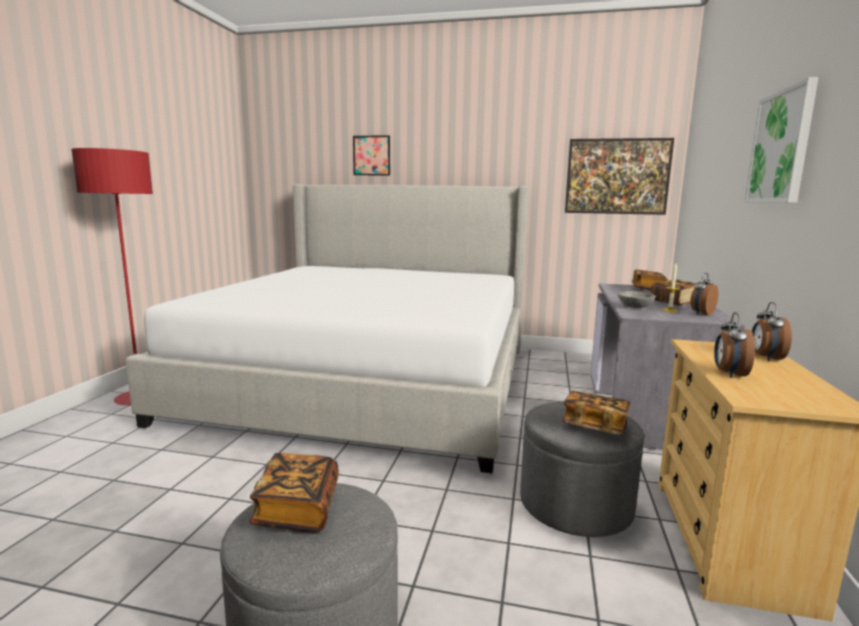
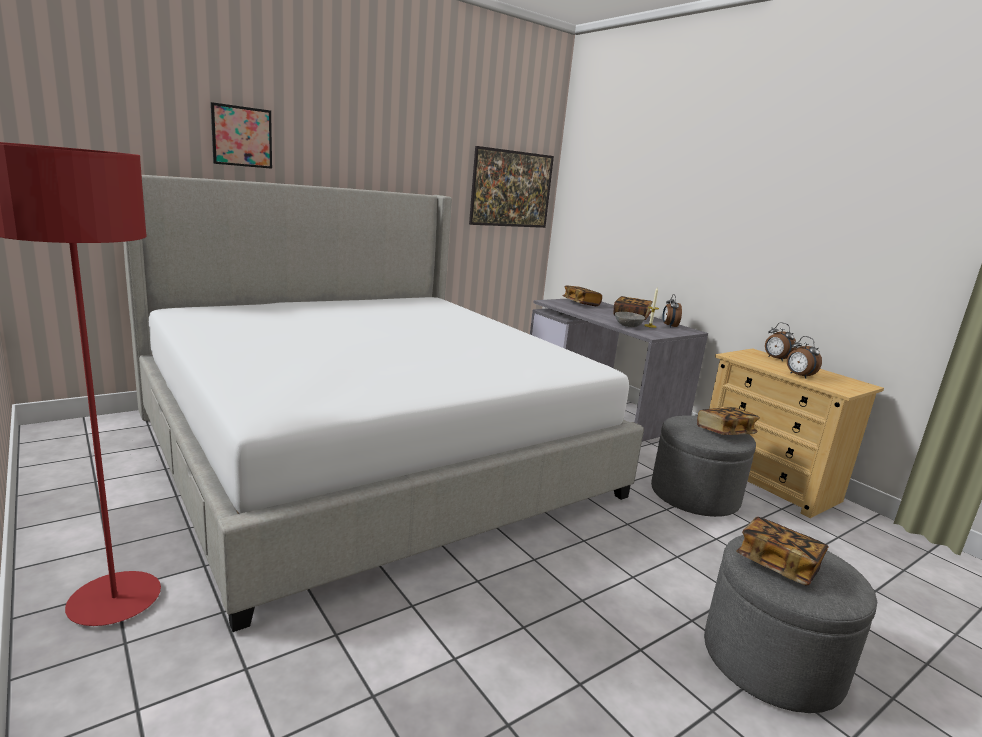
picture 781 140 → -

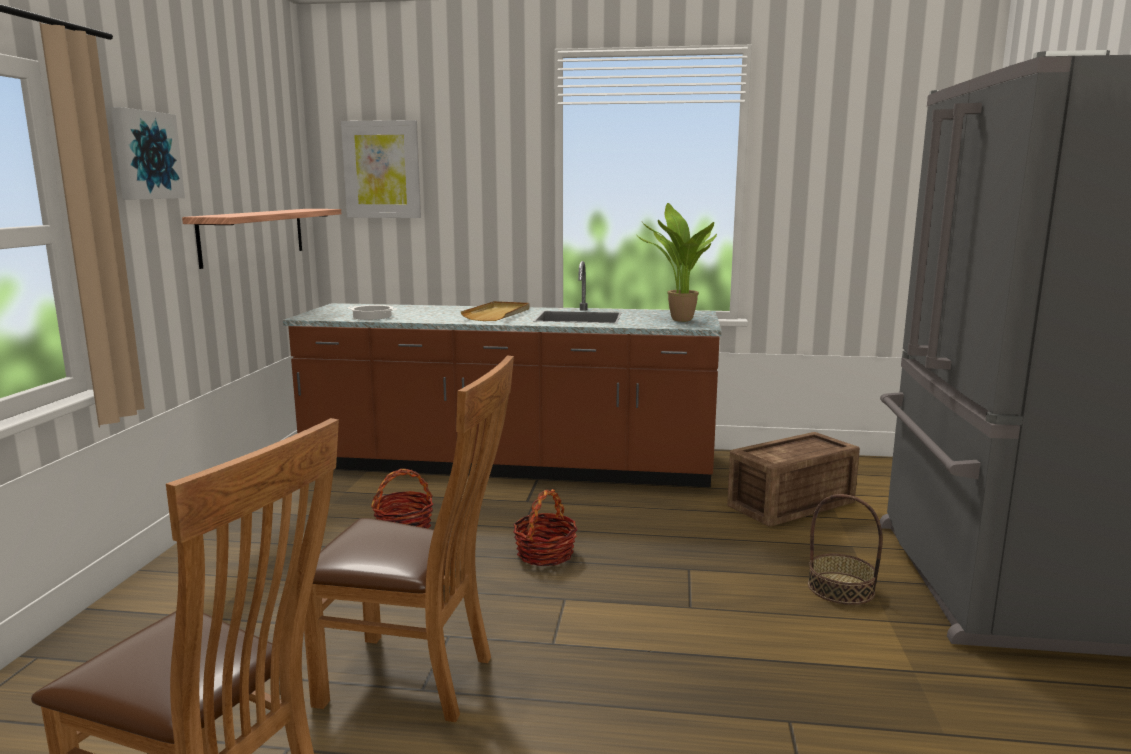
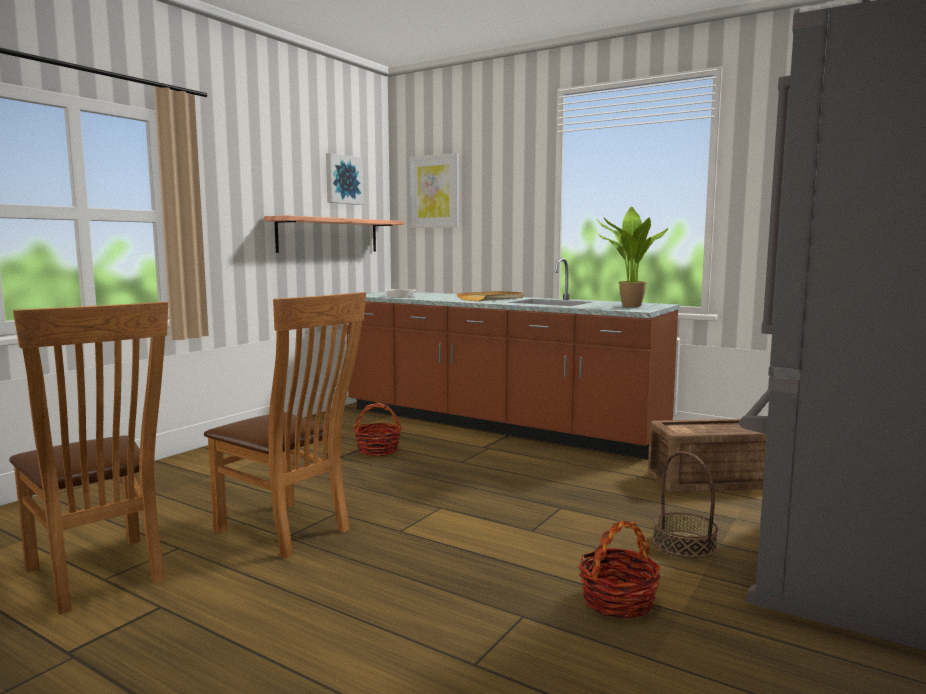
picture 148 153 → picture 344 179, move
basket 545 527 → basket 619 570, move

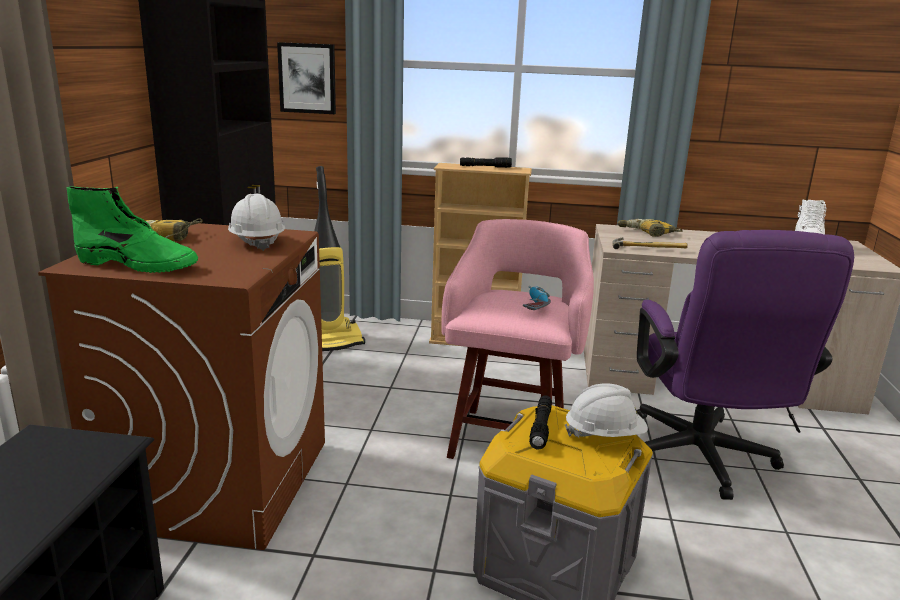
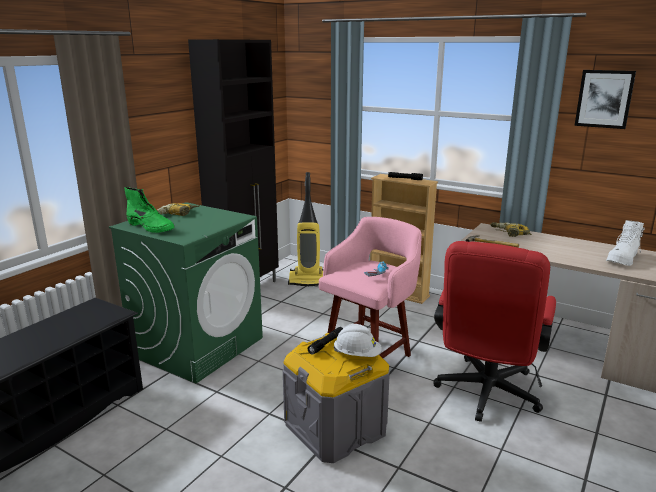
picture 306 78 → picture 605 99, move
white hard hat 256 222 → -
brown washing machine 181 386 → green washing machine 186 292
purple office chair 745 365 → red office chair 495 331

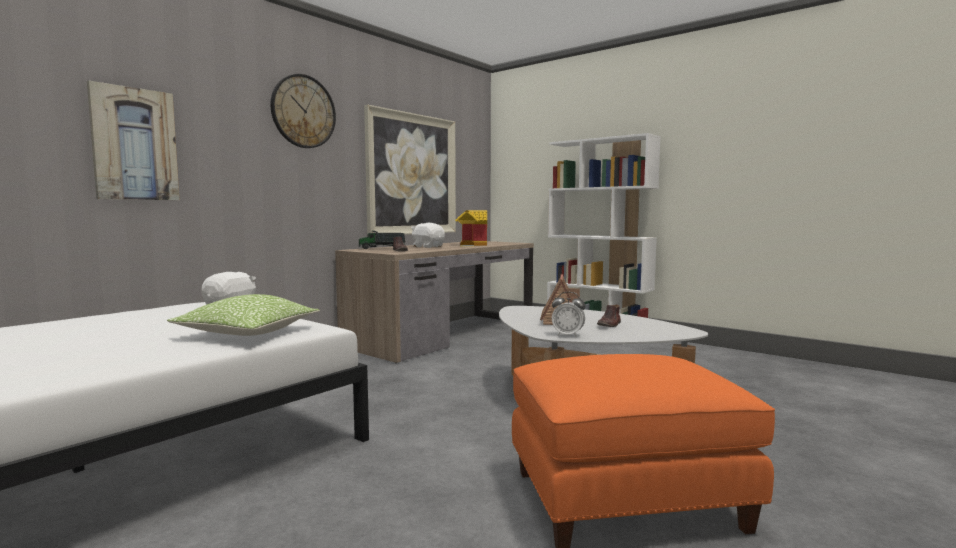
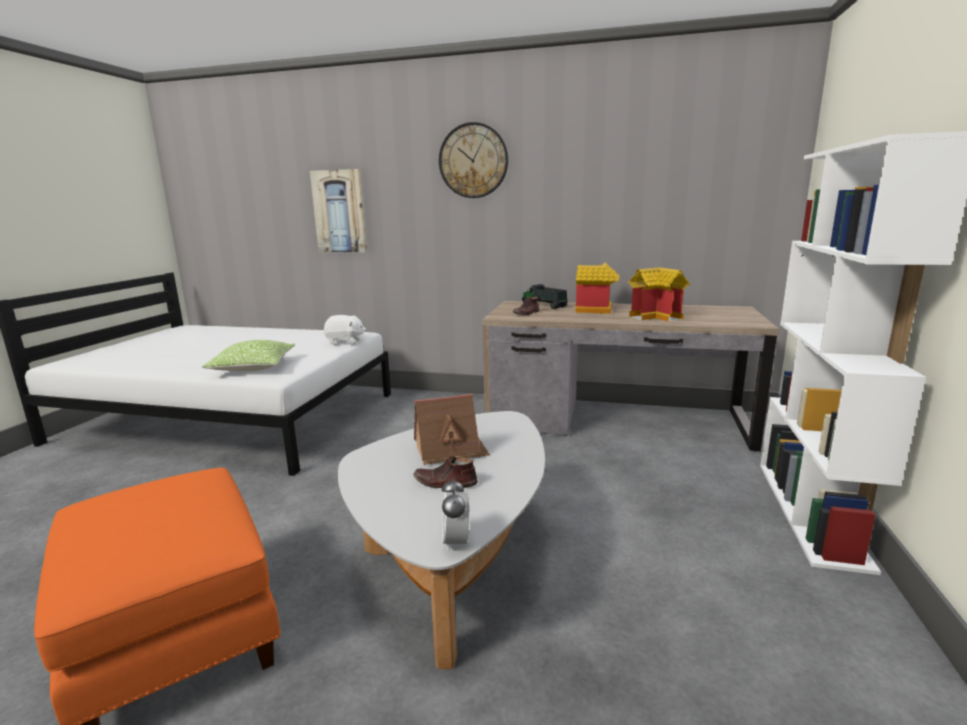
picture 410 170 → -
white plush toy 428 235 → toy house 597 288
alarm clock 568 314 → alarm clock 455 514, move

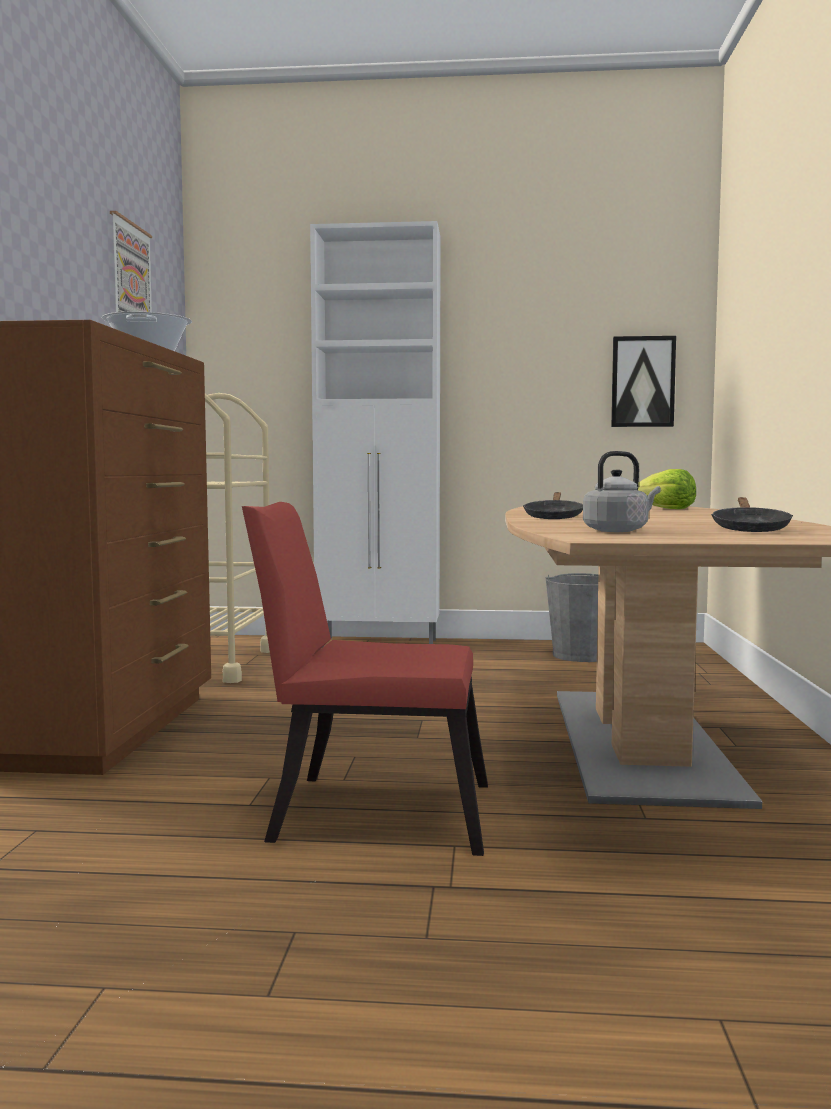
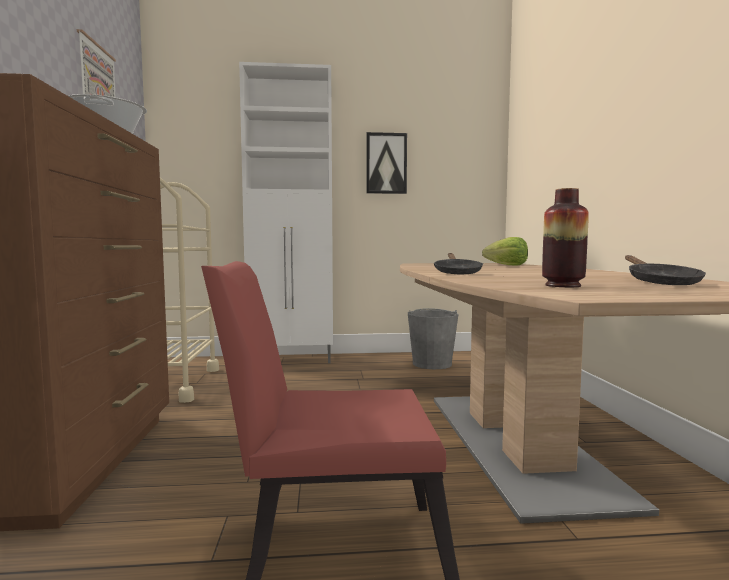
picture 643 381 → picture 386 163, move
grey kettle 622 491 → vase 565 237

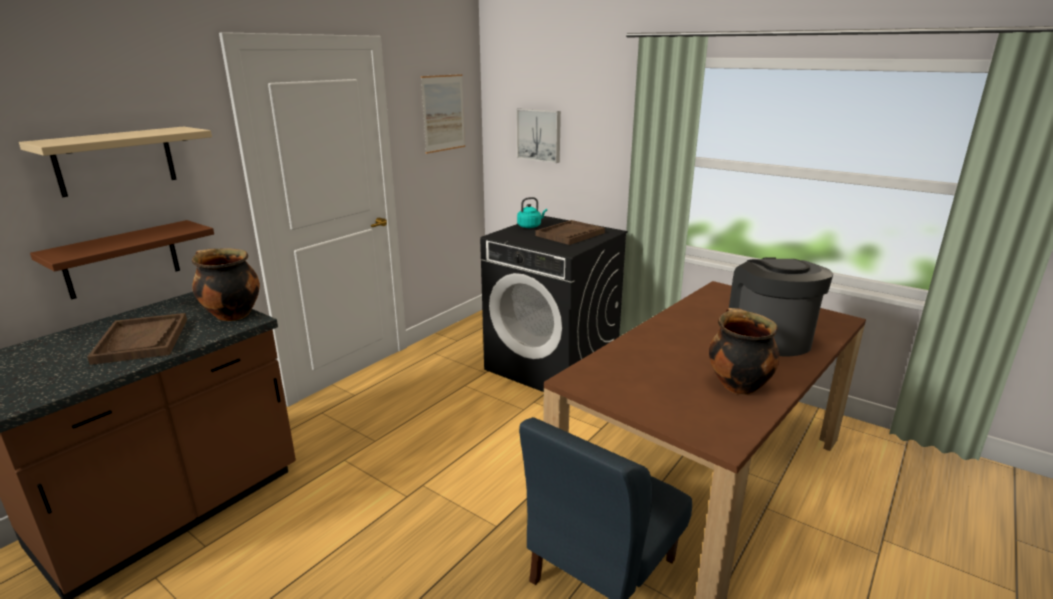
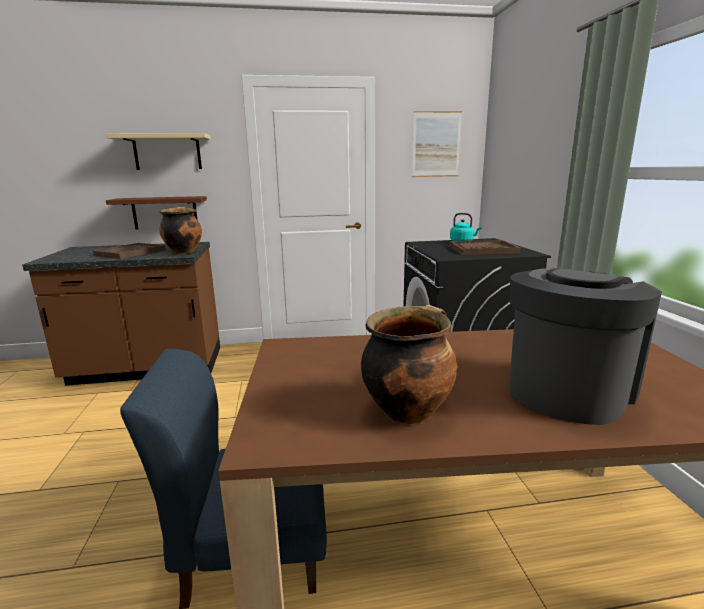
picture 539 136 → -

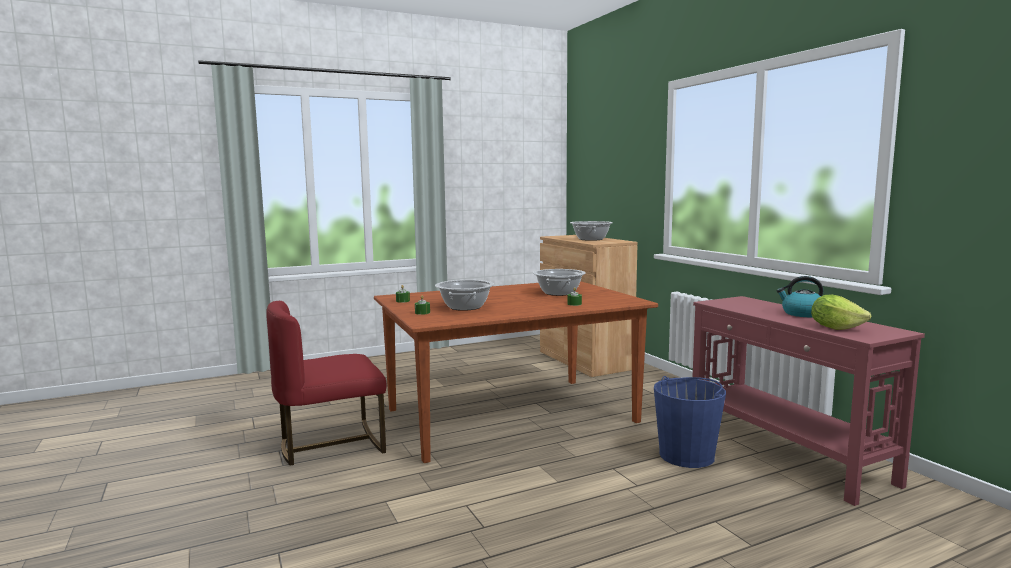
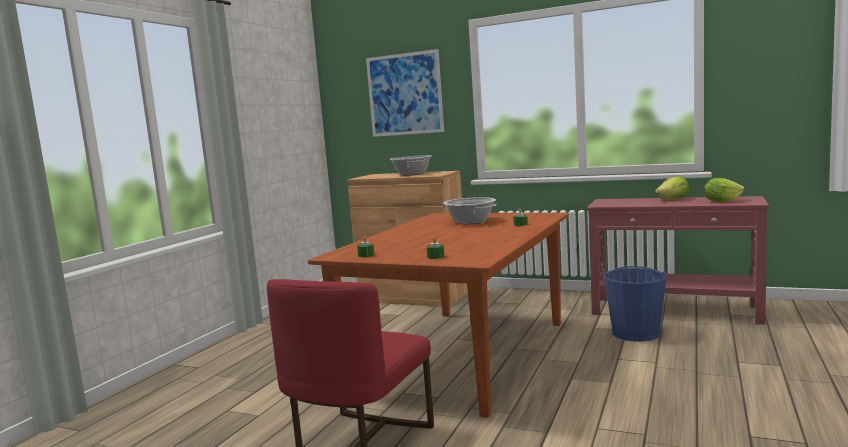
kettle 800 296 → lettuce 672 188
cooking pot 464 295 → -
- → picture 405 93

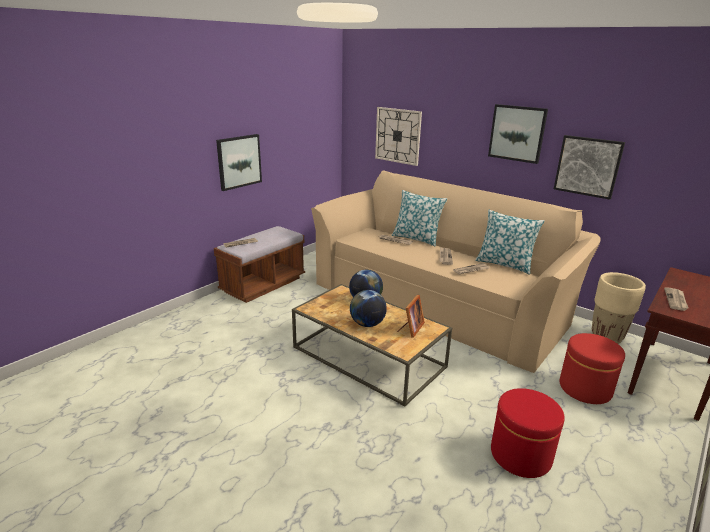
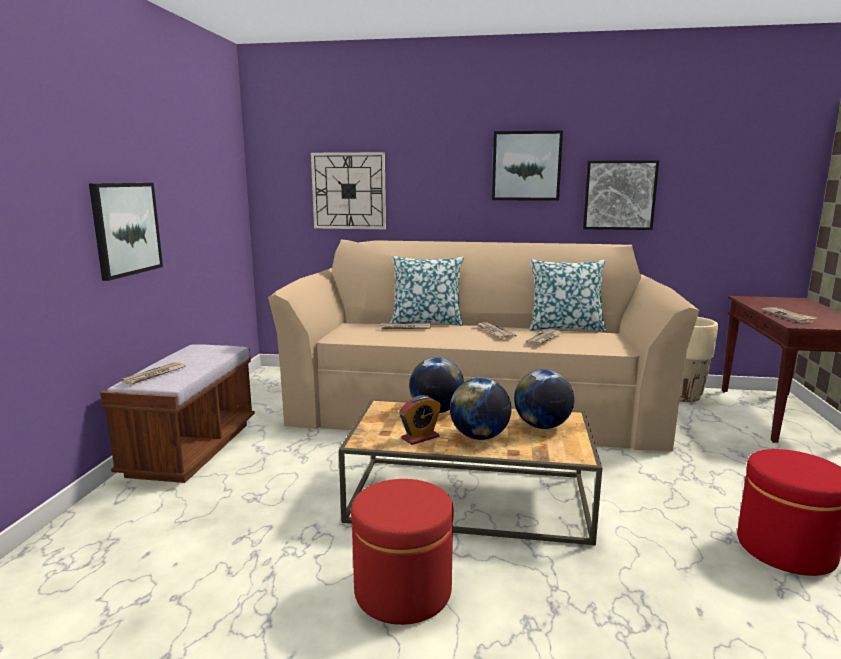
picture frame 411 316 → globe 544 399
red ottoman 592 368 → red ottoman 402 552, move
- → alarm clock 420 420

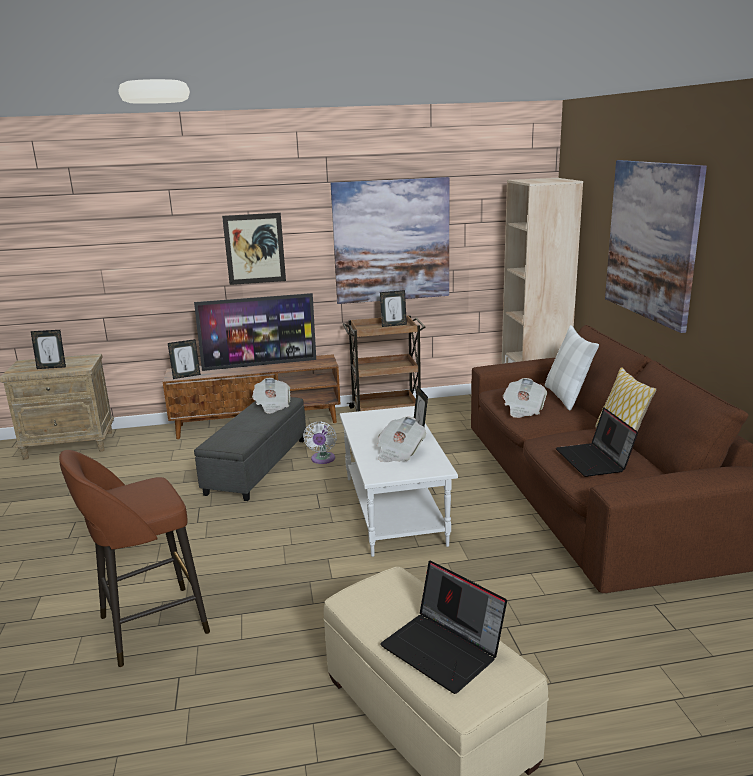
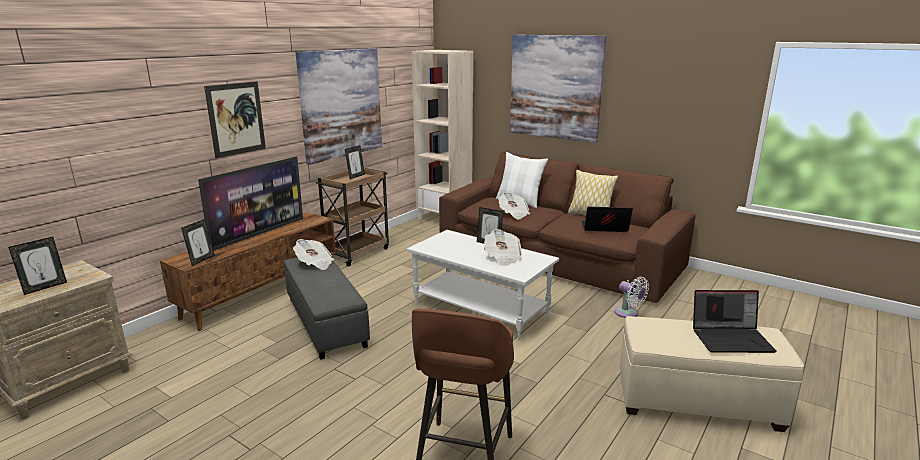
laptop 597 442 → laptop 607 219, 150 degrees clockwise
white fan 320 442 → white fan 631 297, move

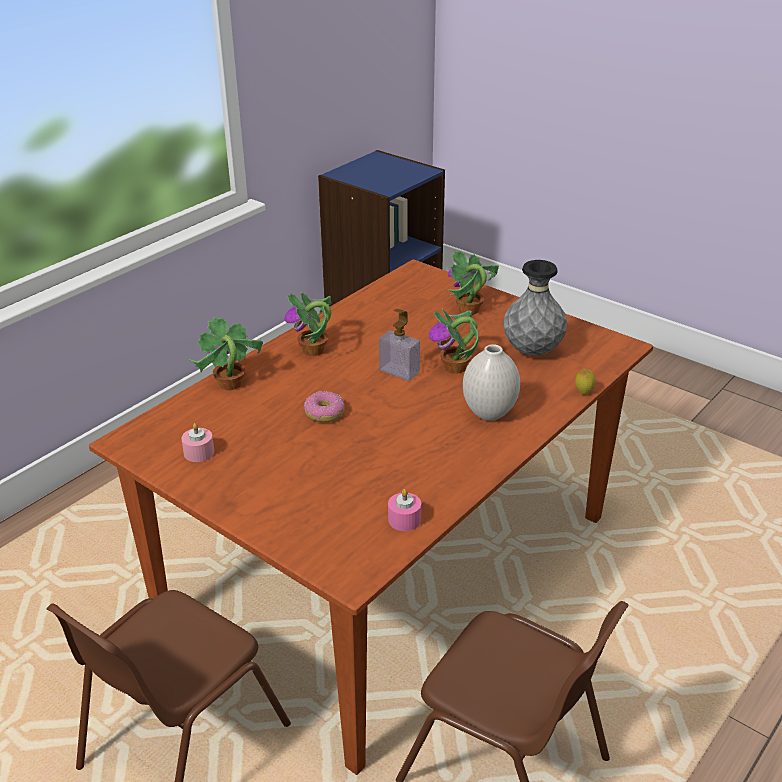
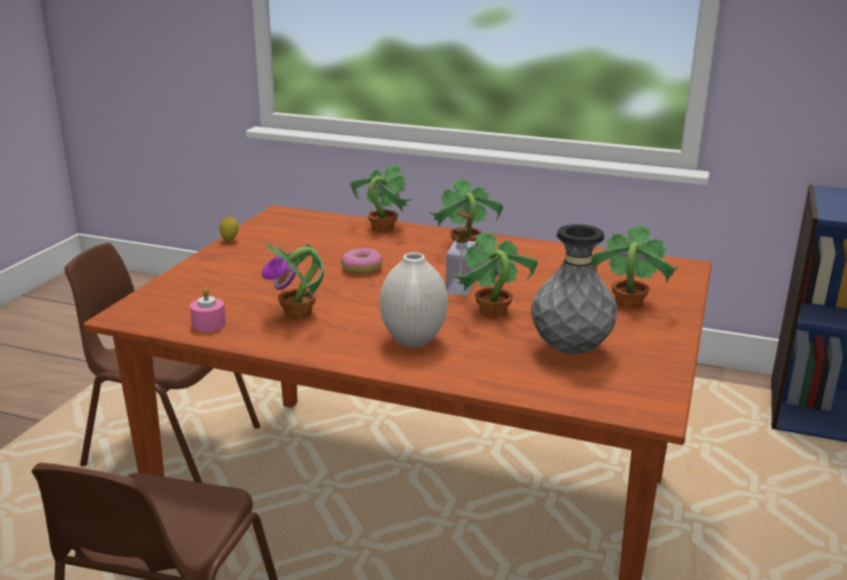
lemon 585 381 → lemon 229 228, move
pink candle 197 442 → -
- → potted plant 293 280

